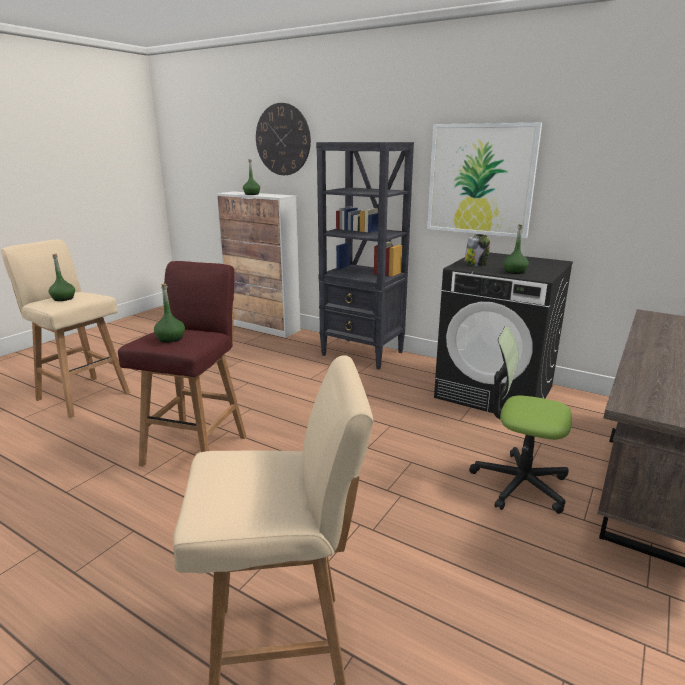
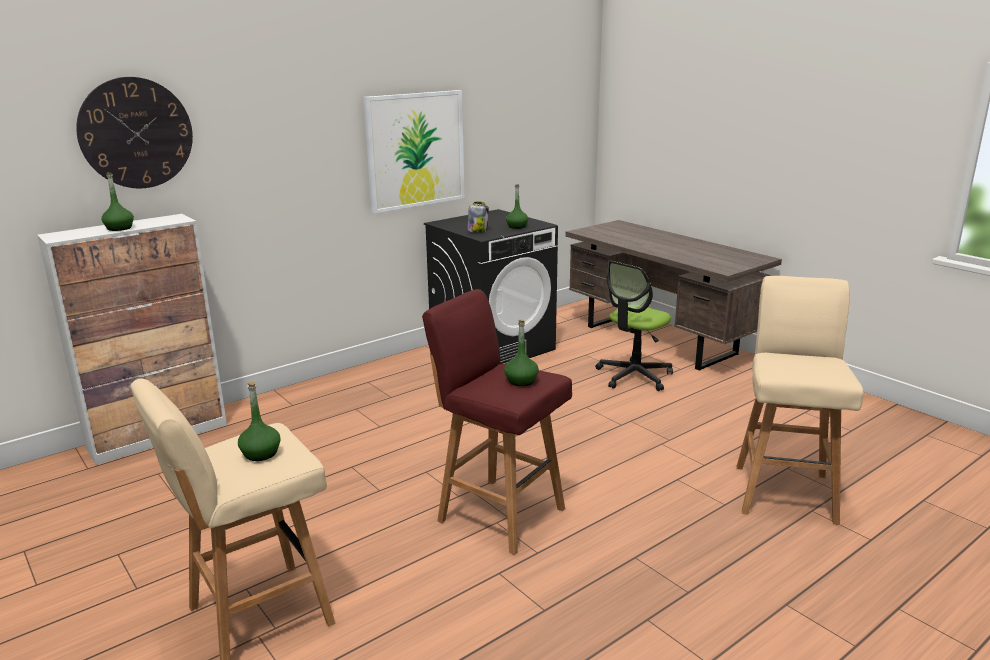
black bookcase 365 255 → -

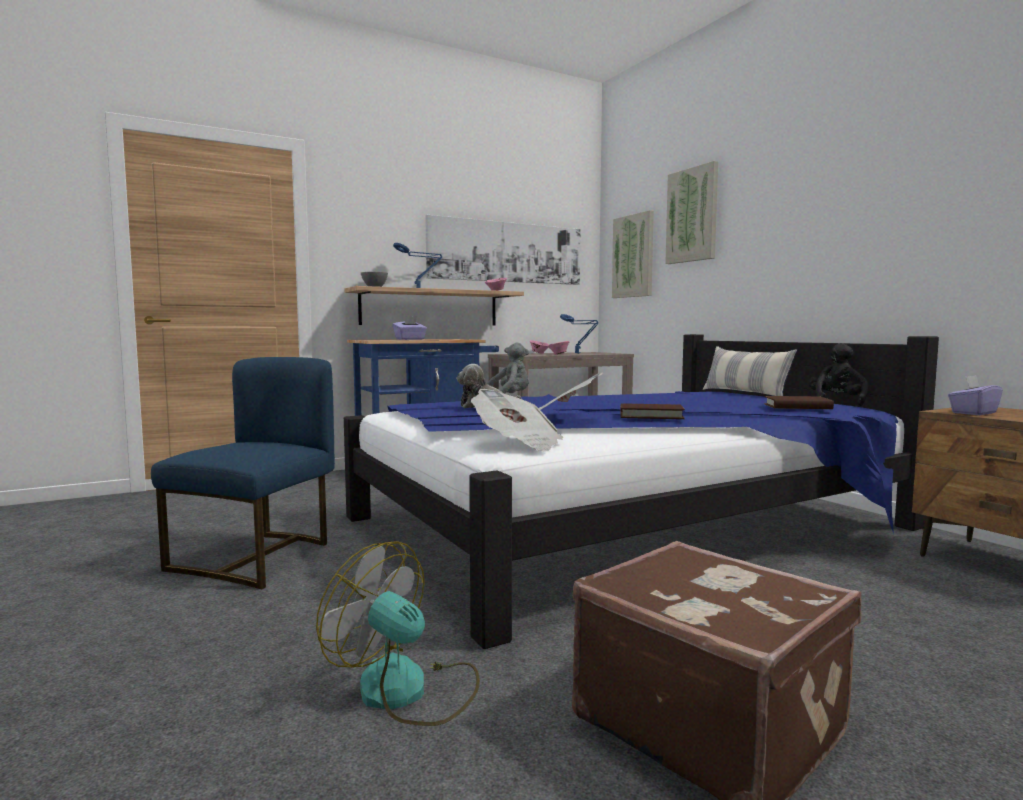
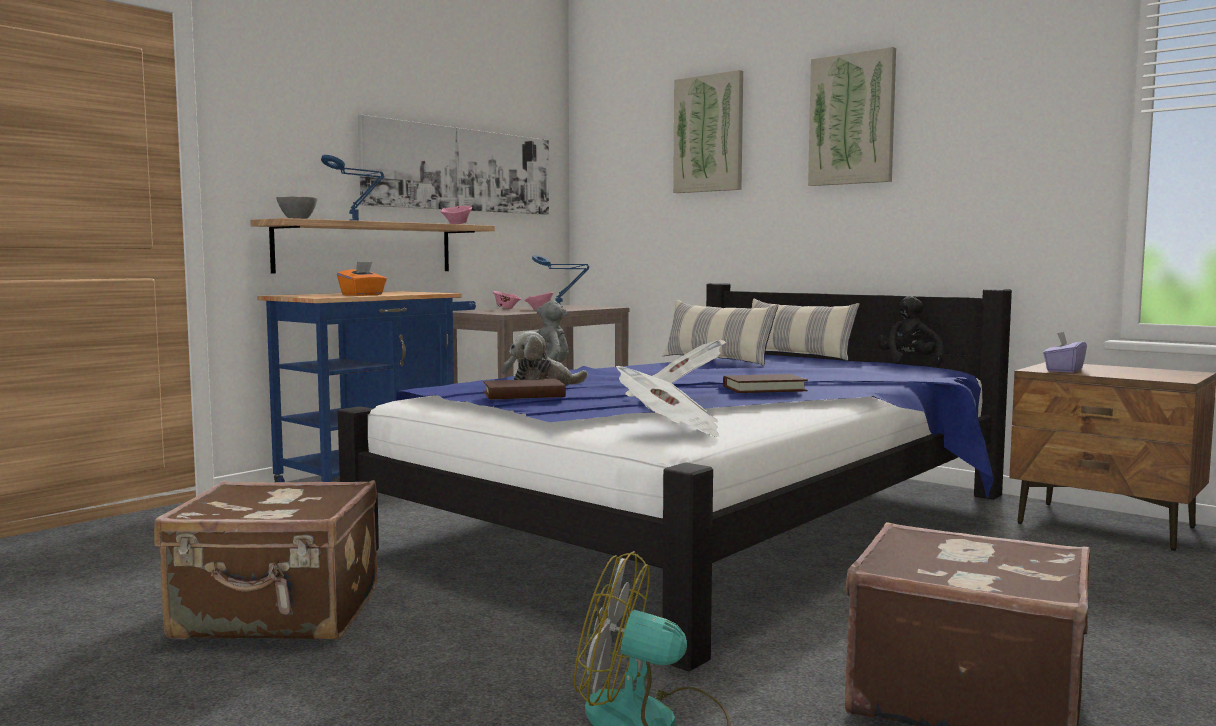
picture 633 254 → picture 852 116, move
purple tissue box 410 328 → orange tissue box 362 279
blue chair 243 473 → brown suitcase 265 559
brown book 799 402 → brown book 525 389, move
- → pillow 720 333

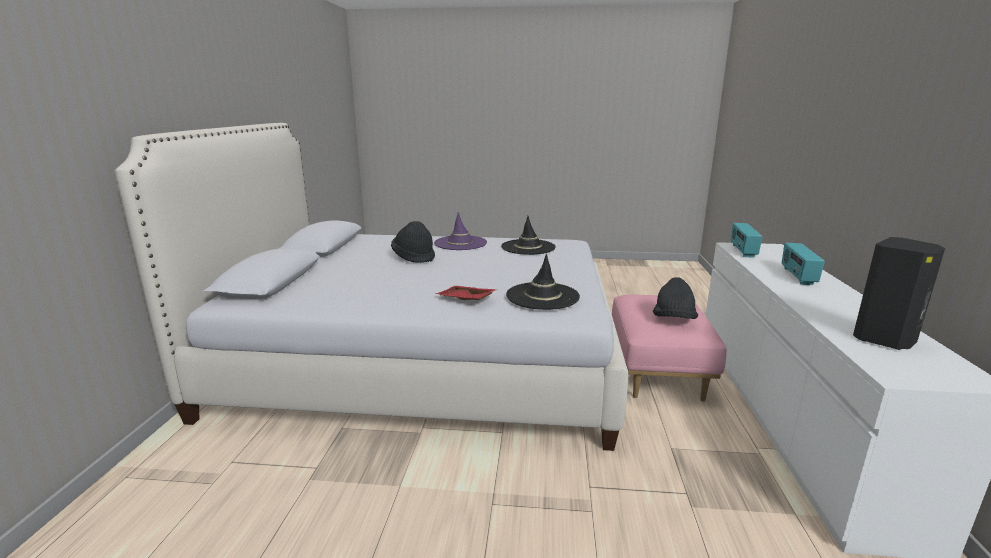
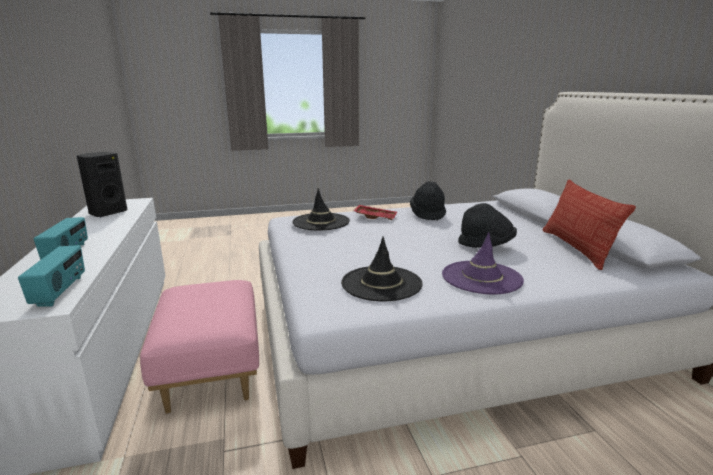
black hat 675 298 → black hat 428 201, move
- → pillow 589 225

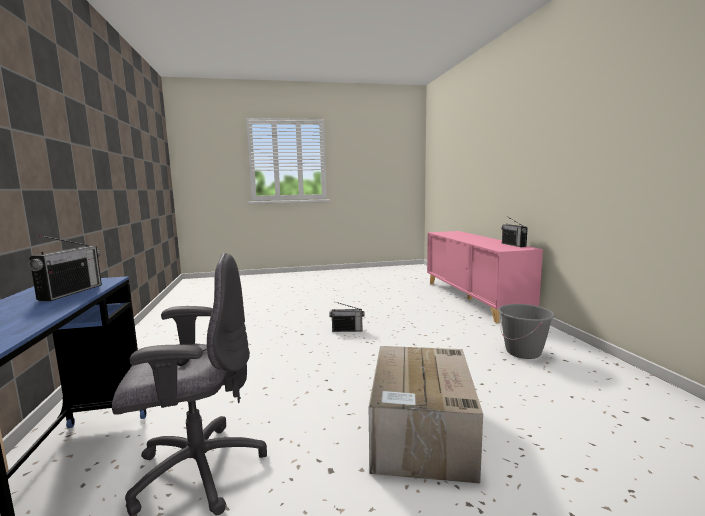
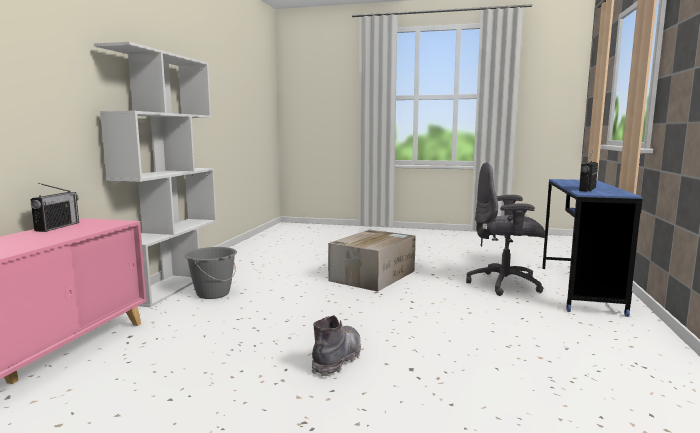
radio 346 317 → grey boot 336 345
- → white bookcase 155 174

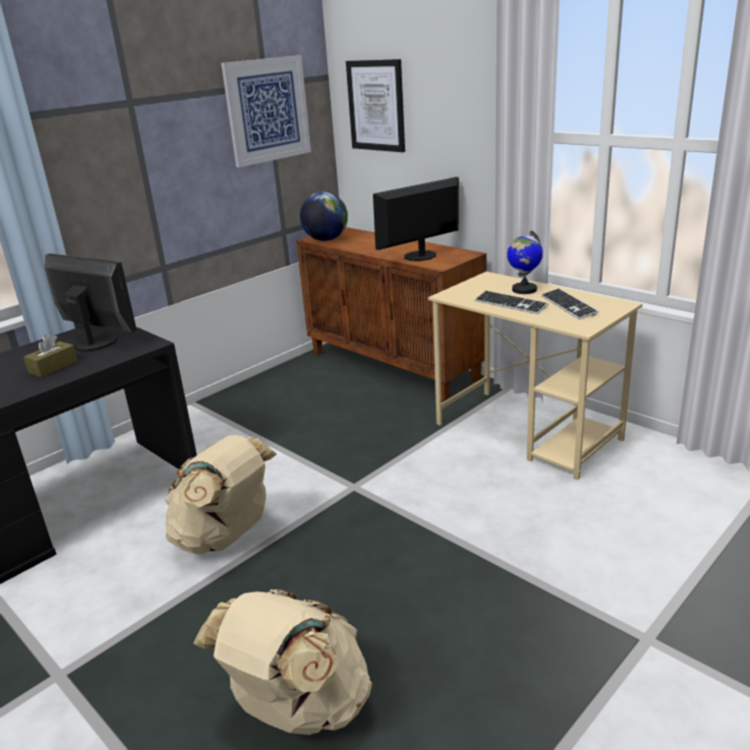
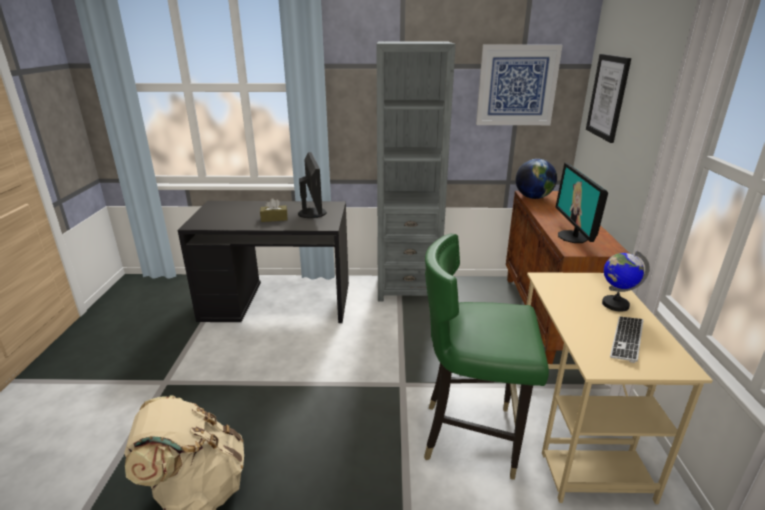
monitor 416 219 → monitor 582 203, 105 degrees counterclockwise
keyboard 511 302 → -
beige backpack 221 494 → -
- → grey bookcase 416 171
- → green chair 486 357

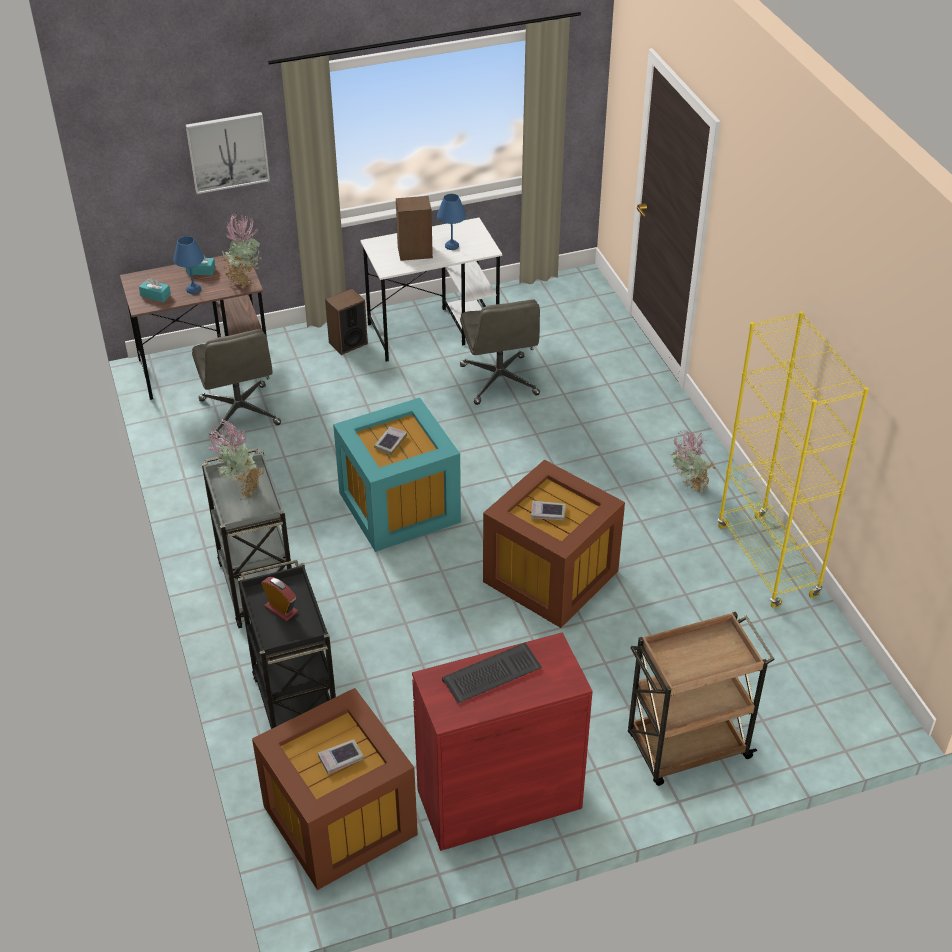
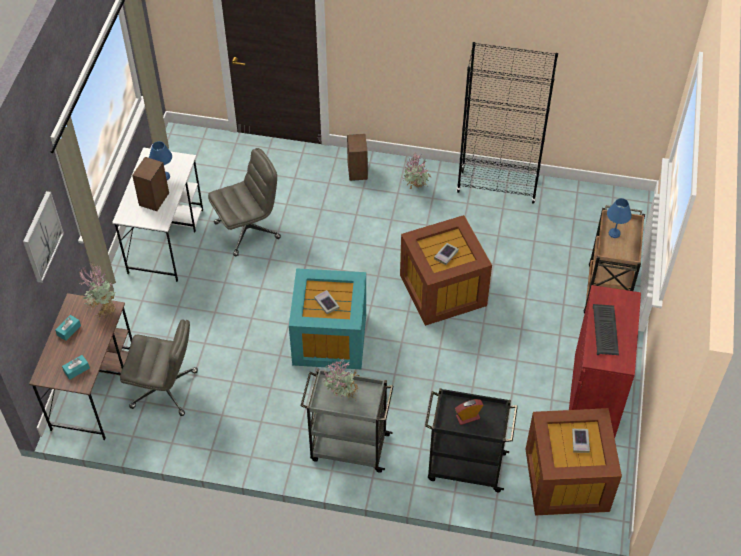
blue table lamp 188 265 → blue table lamp 619 218, move
speaker 346 321 → speaker 357 157, move
grey office chair 500 352 → grey office chair 244 202, 45 degrees counterclockwise
yellow bookcase 793 459 → black bookcase 507 123

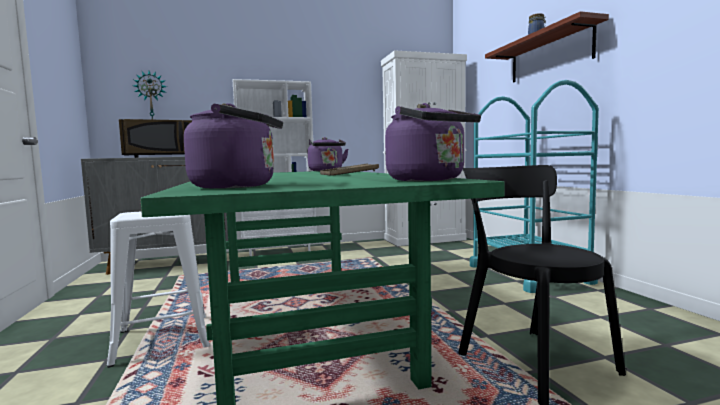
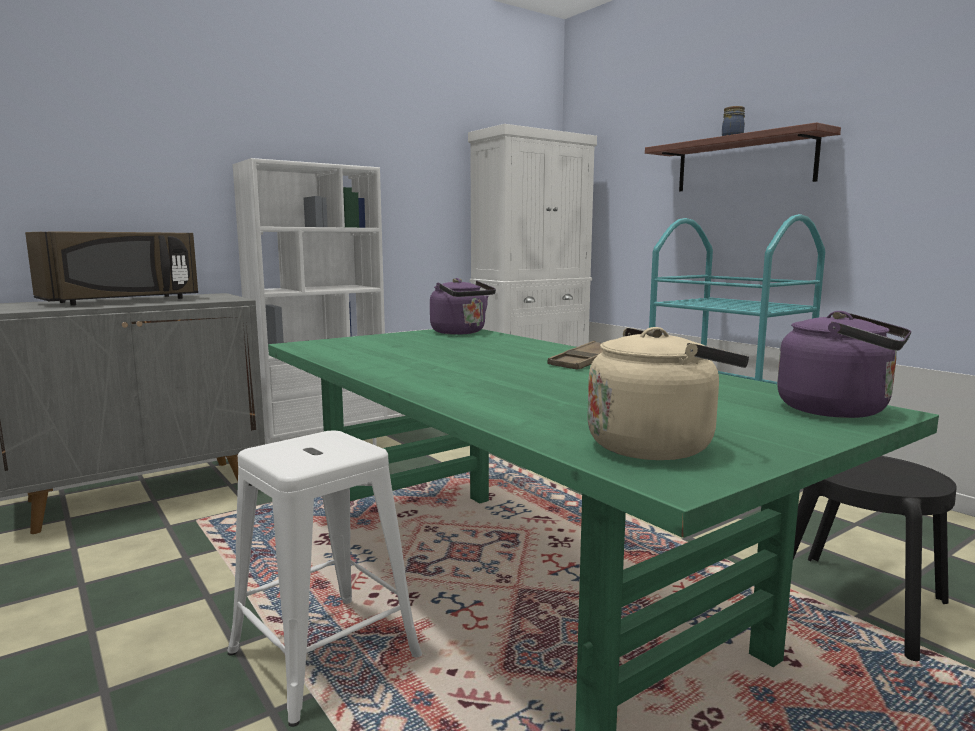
wall clock 150 95 → -
purple kettle 233 146 → beige kettle 668 393

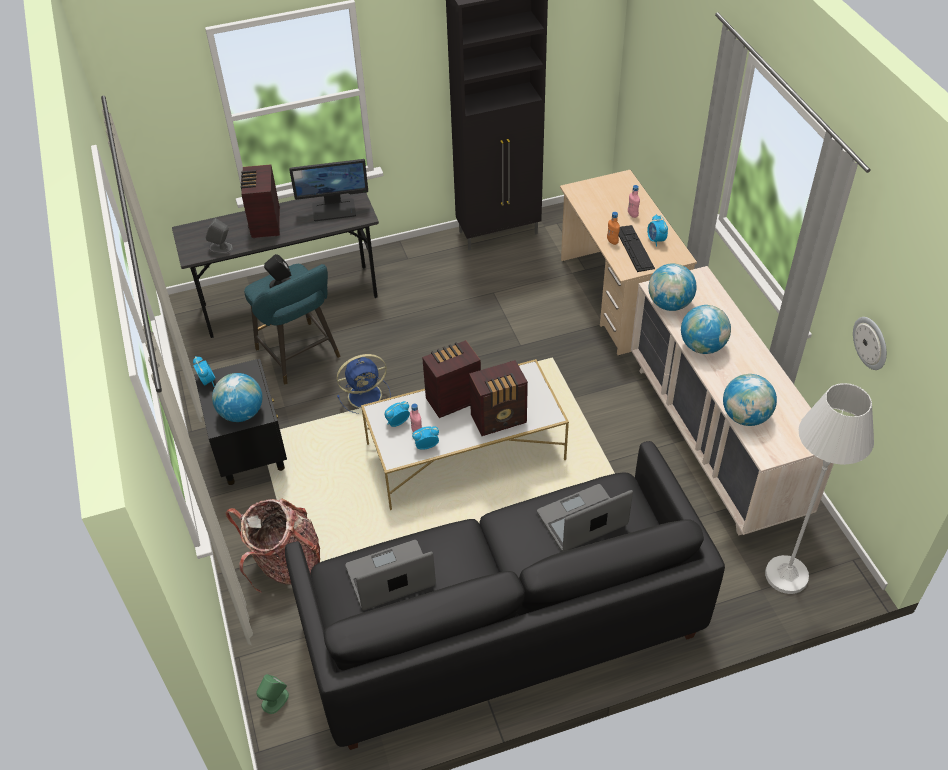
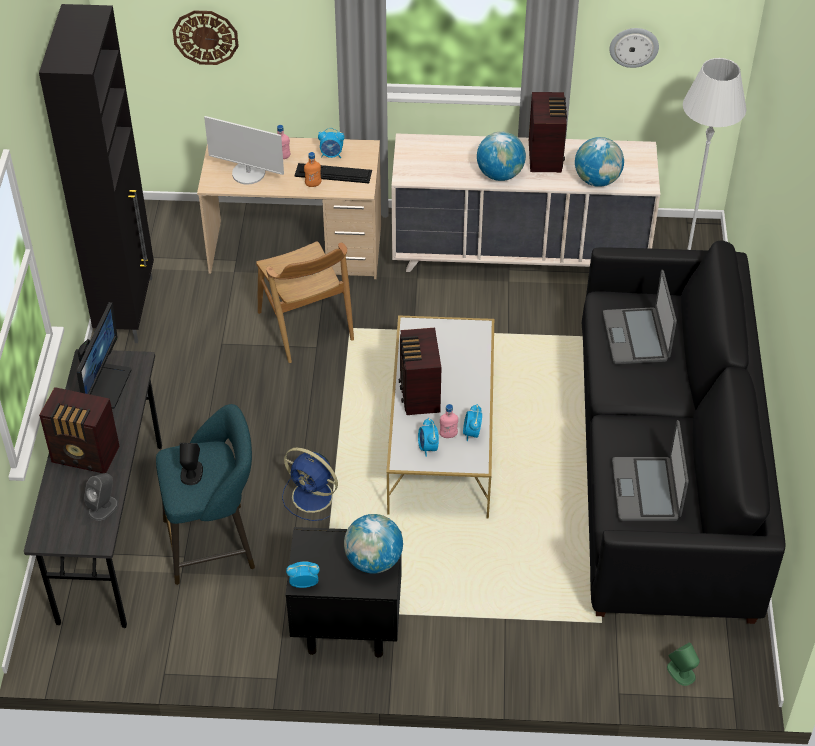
globe 673 287 → -
blue fan 363 384 → blue fan 310 484, 120 degrees clockwise
radio 498 398 → radio 548 132, move
backpack 273 545 → -
- → wall clock 206 38
- → monitor 244 150
- → brown chair 305 302

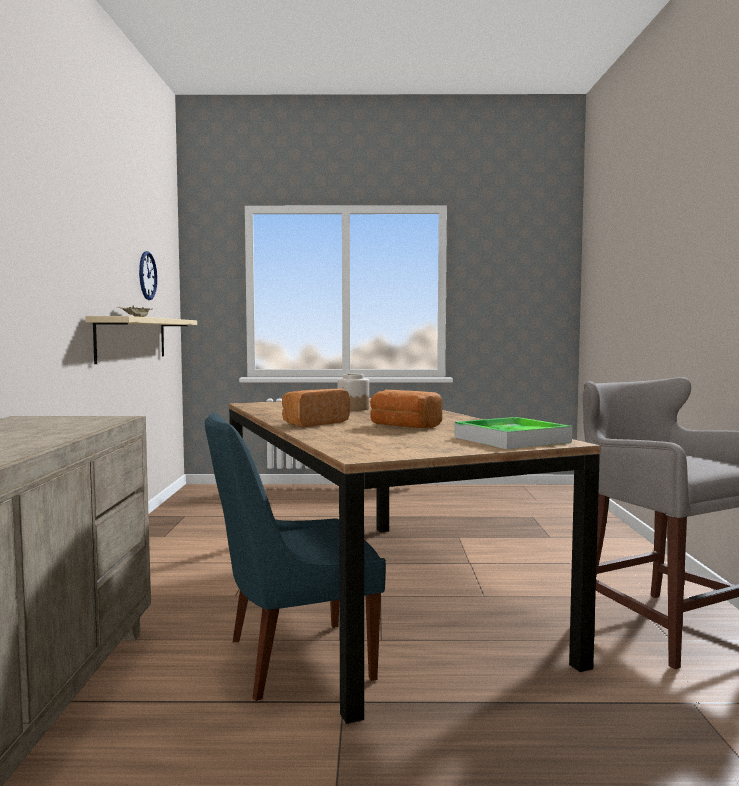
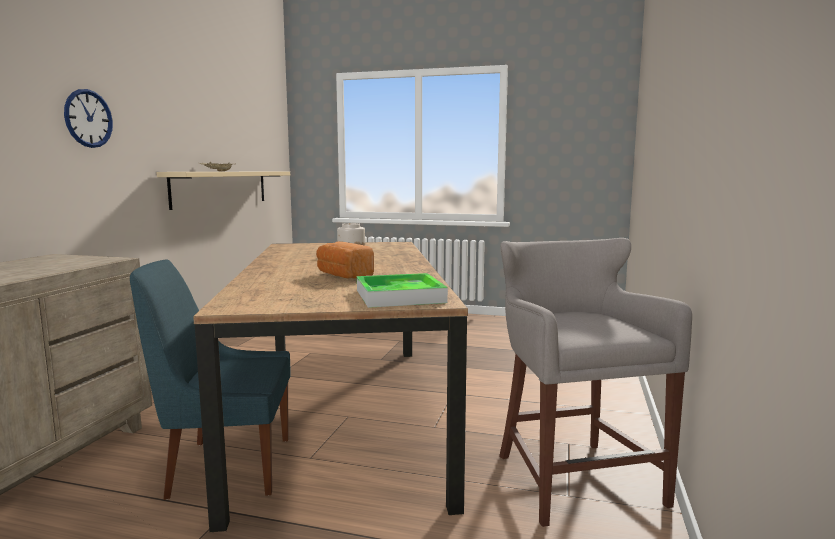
wall clock 148 275 → wall clock 88 118, move
bread 316 408 → -

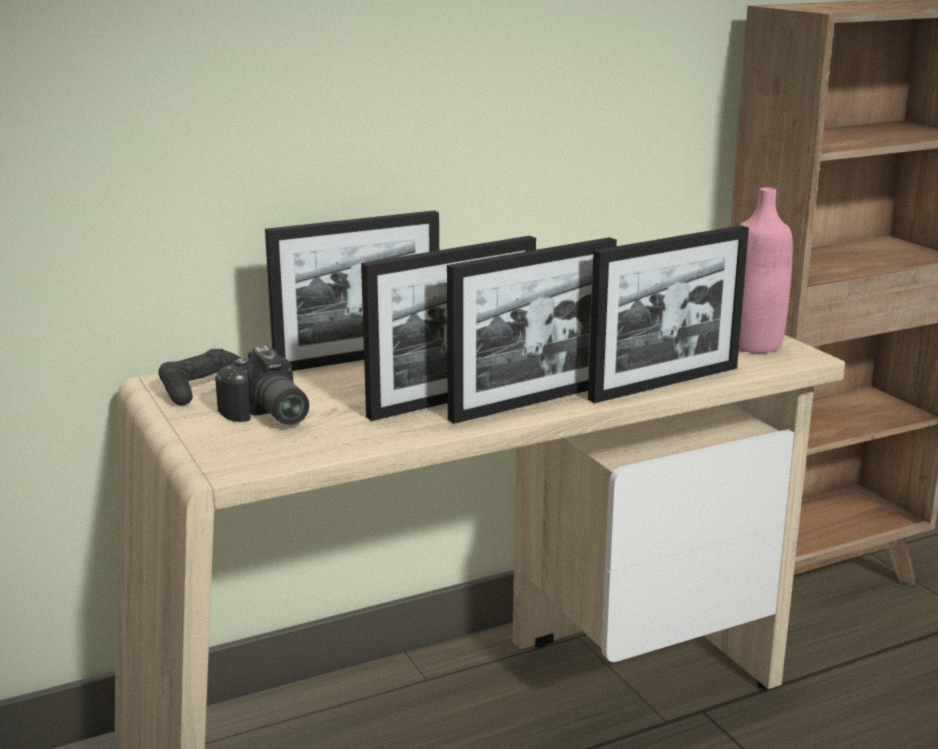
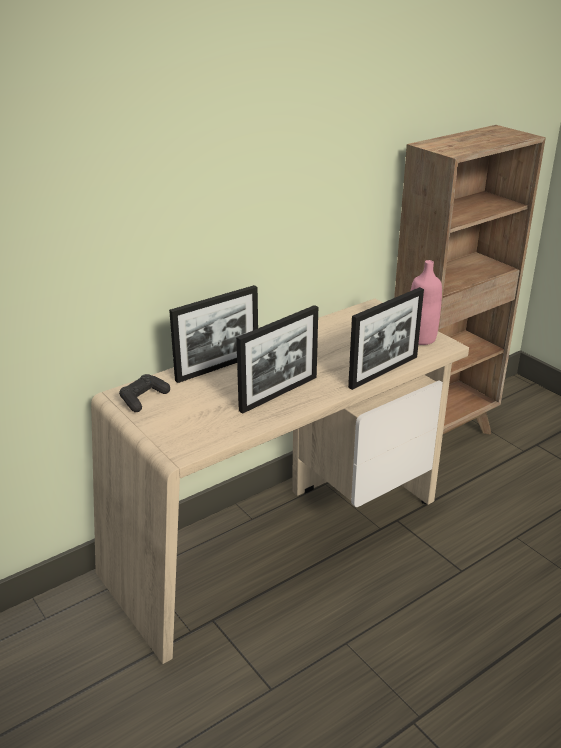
picture frame 532 330 → -
photo camera 262 385 → -

